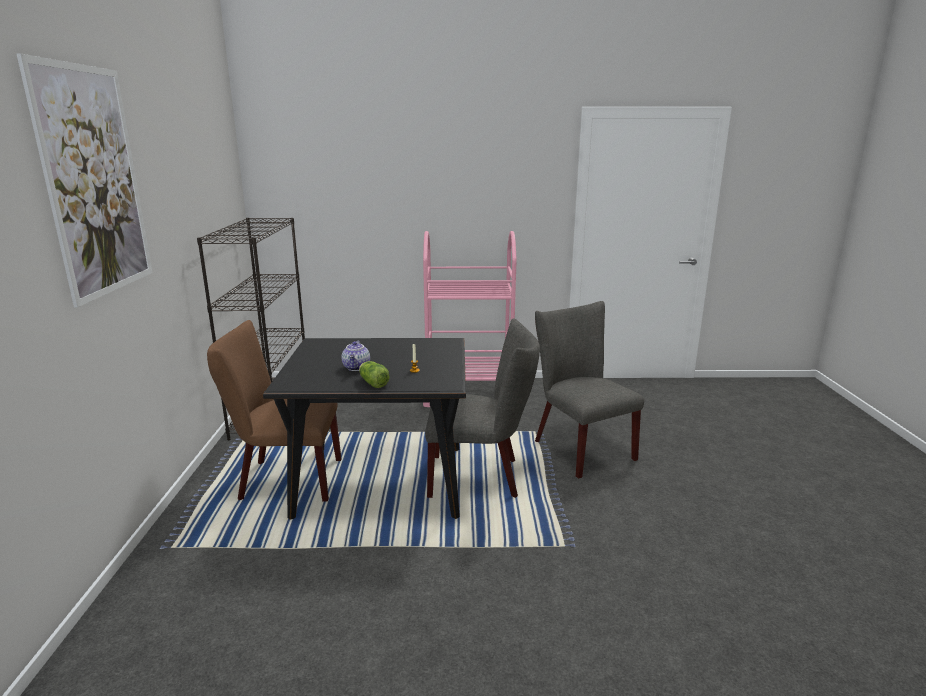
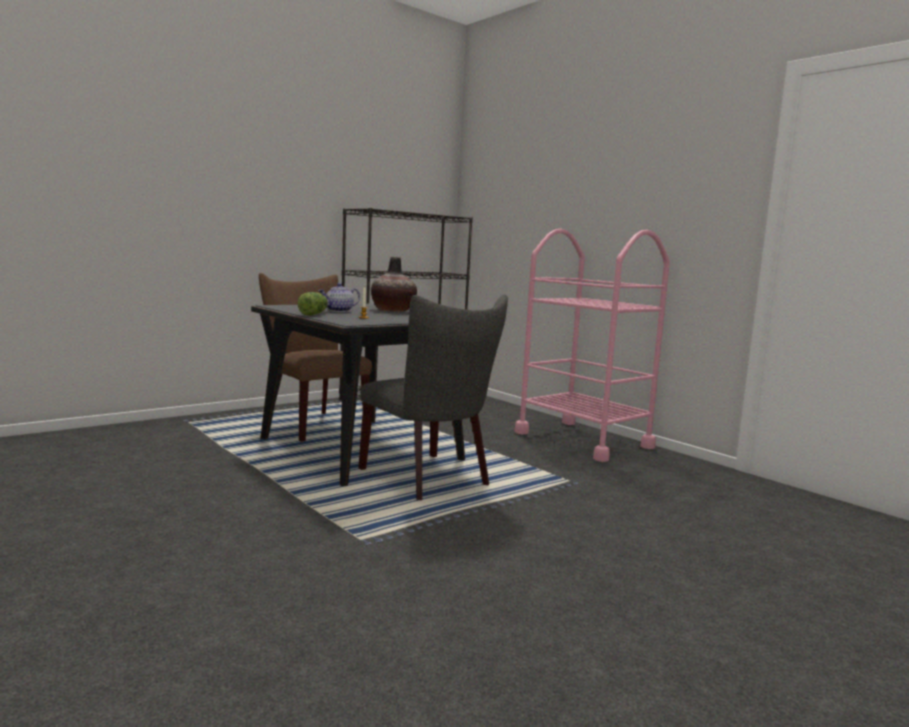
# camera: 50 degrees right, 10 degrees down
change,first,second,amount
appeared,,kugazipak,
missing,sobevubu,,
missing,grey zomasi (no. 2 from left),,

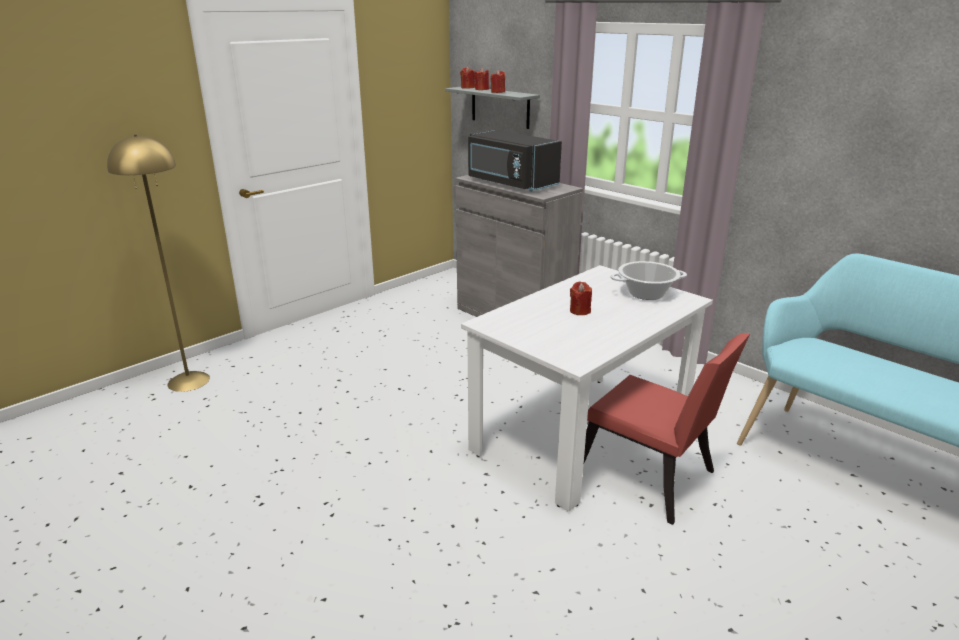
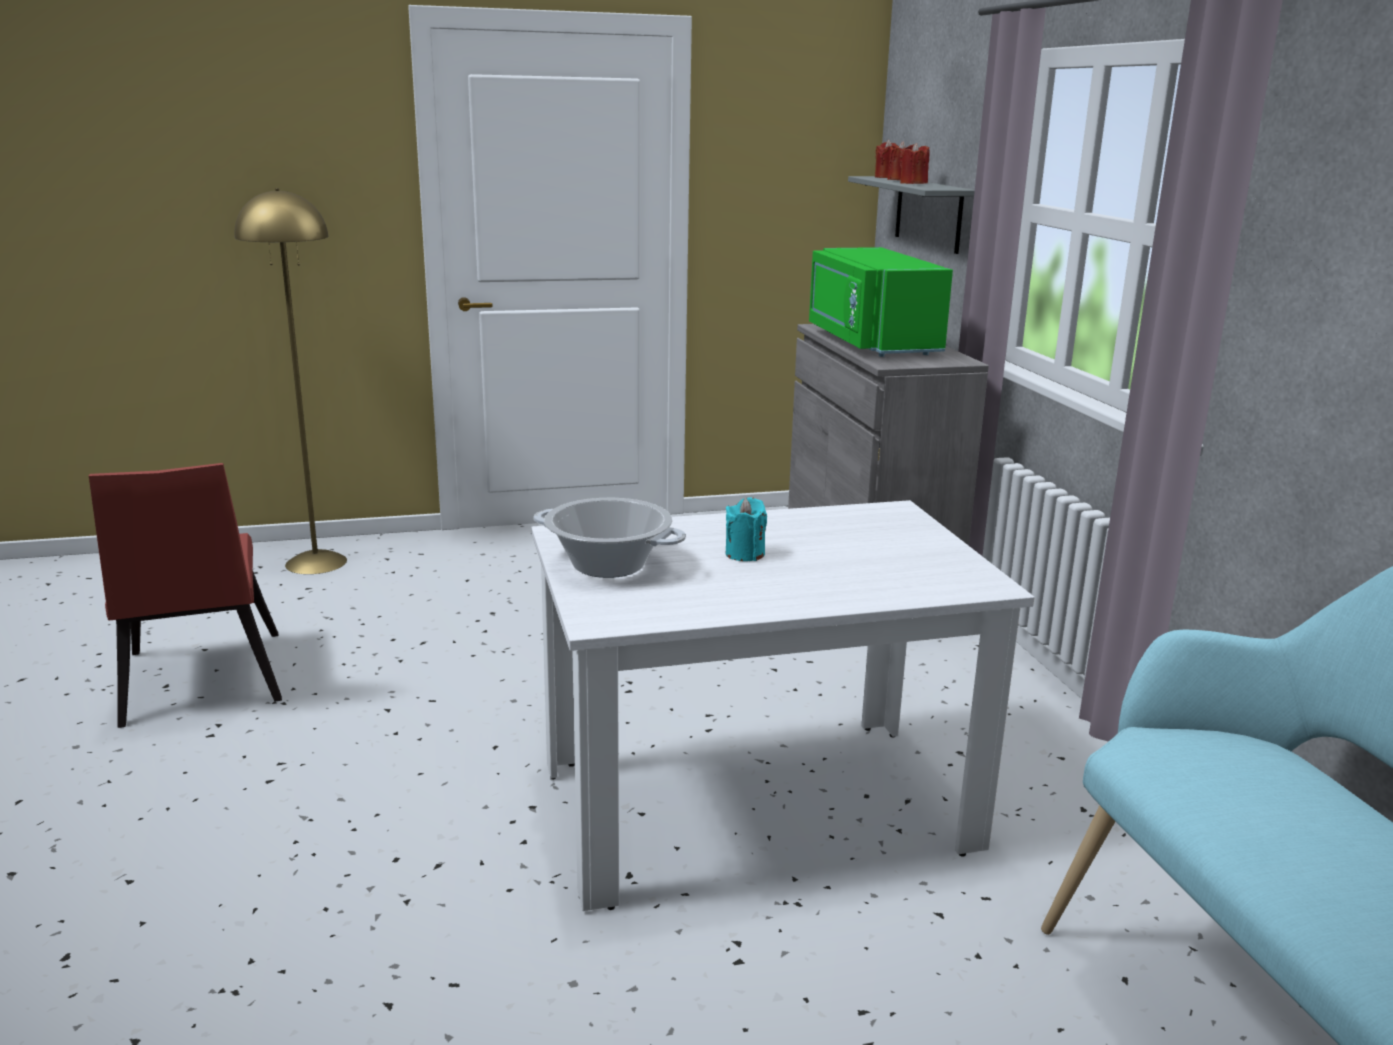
# camera: 30 degrees right, 5 degrees down
change,first,second,amount
relocated,red zomasi,,
relocated,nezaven,,
colour,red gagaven (no. 4 from left),turquoise gagaven,
colour,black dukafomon,green dukafomon,

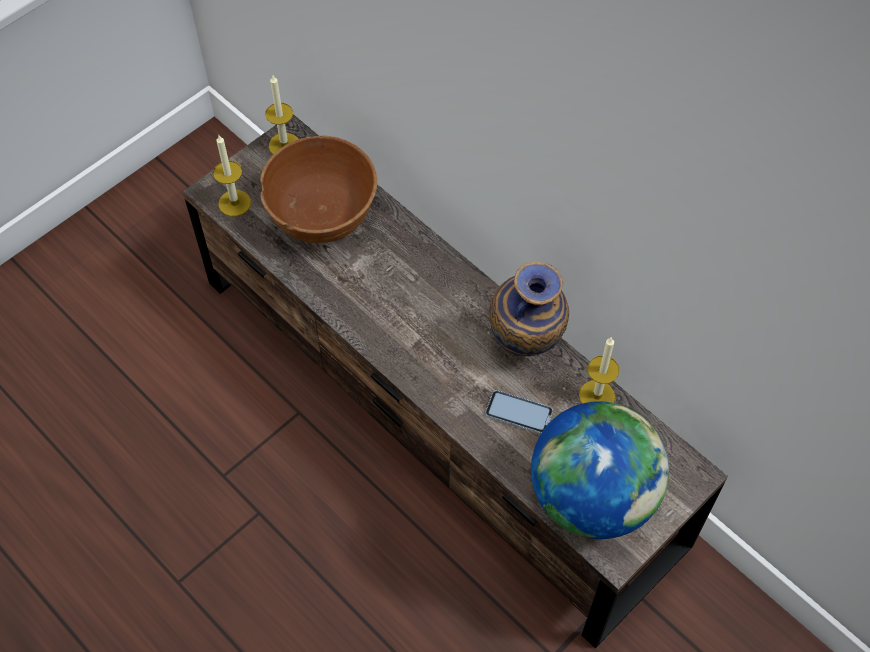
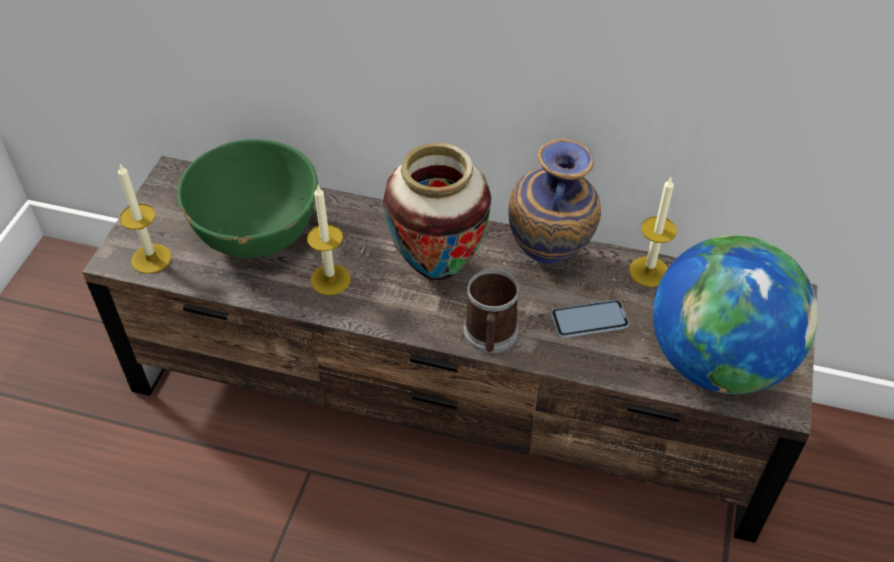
# camera: 30 degrees left, 10 degrees down
change,first,second,amount
colour,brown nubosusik,green nubosusik,
relocated,gagaven (no. 2 from left),,
appeared,,kugazipak (no. 1 from left),
appeared,,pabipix,

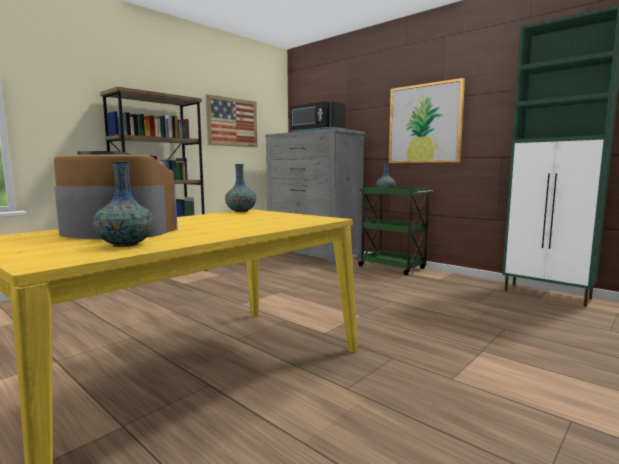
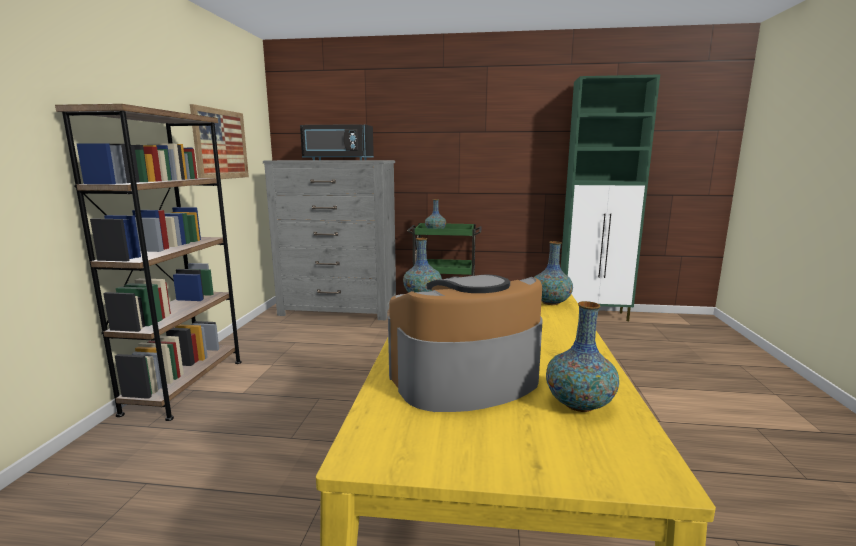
# camera: 35 degrees left, 5 degrees up
change,first,second,amount
appeared,,kugazipak (no. 3 from left),
missing,sobevubu (no. 2 from left),,

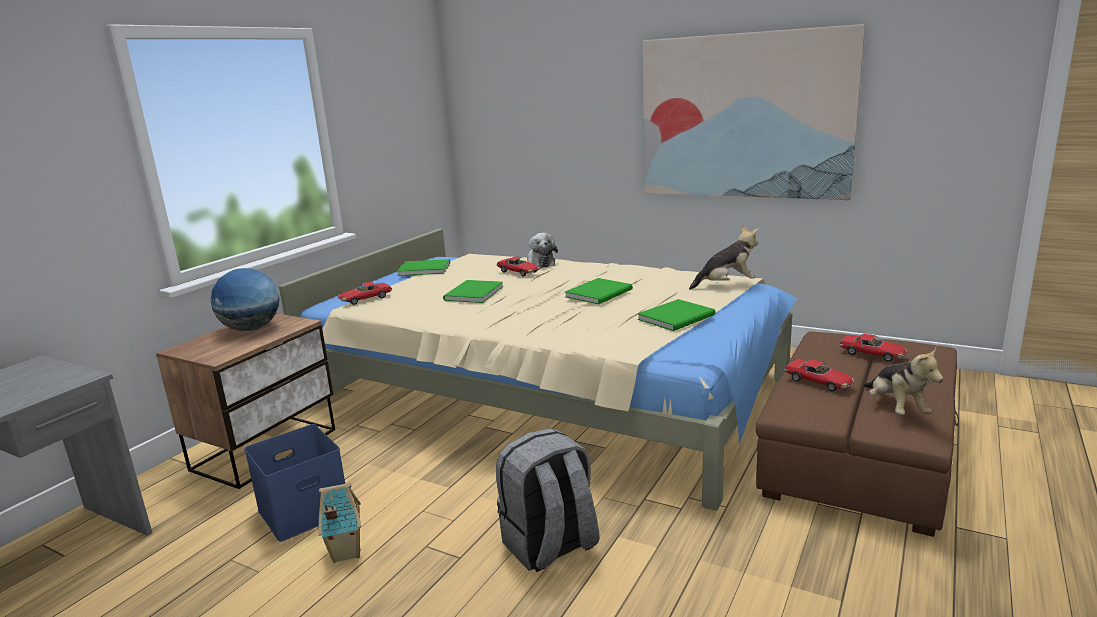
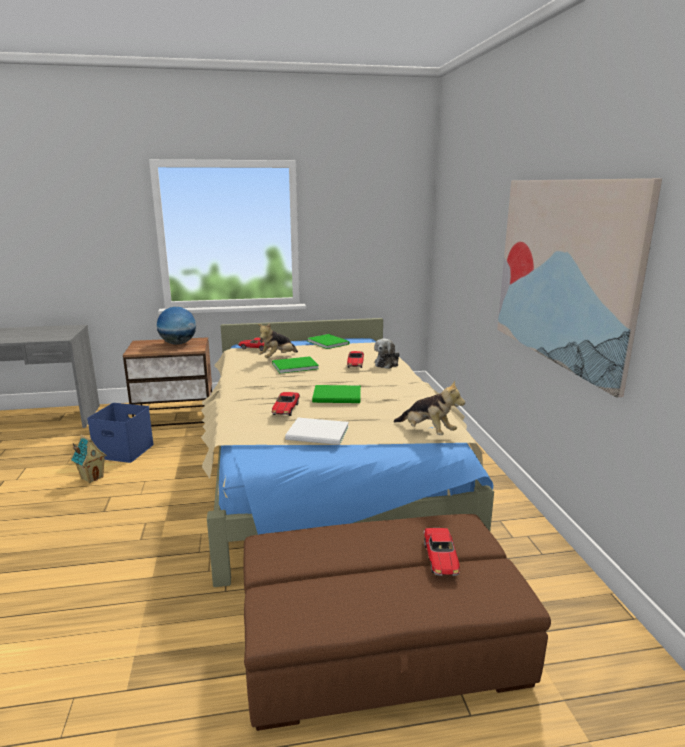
# camera: 50 degrees right, 0 degrees up
change,first,second,amount
relocated,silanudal (no. 3 from left in the first image),silanudal (no. 1 from left),
relocated,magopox (no. 3 from left in the first image),magopox (no. 2 from left),
colour,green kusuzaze (no. 4 from left),white kusuzaze,
missing,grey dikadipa,,

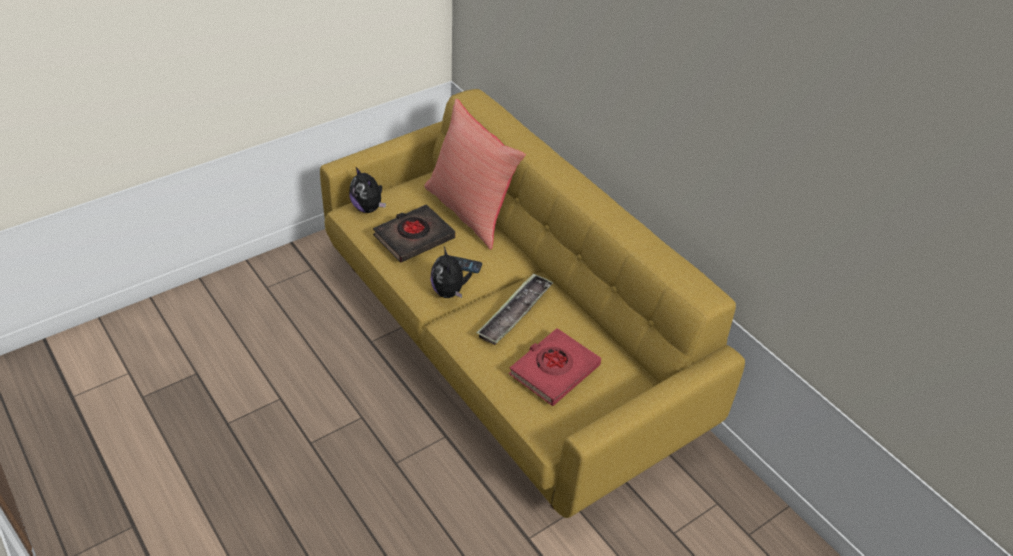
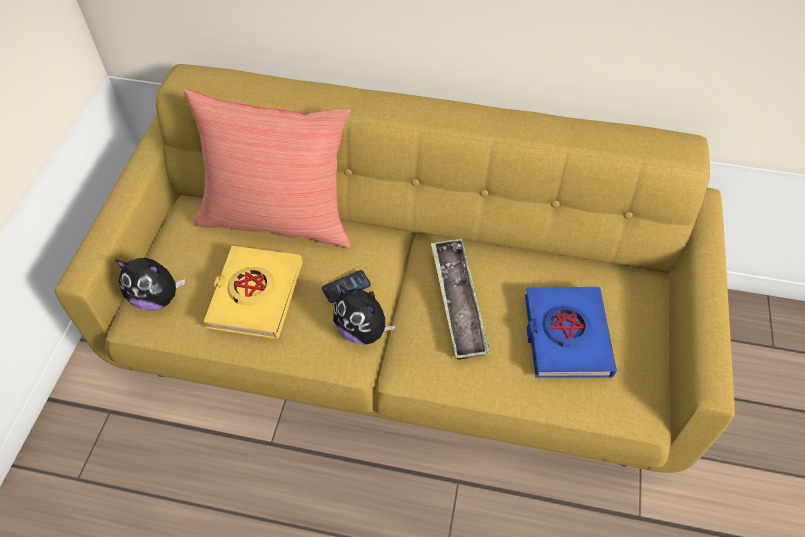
# camera: 40 degrees left, 10 degrees up
change,first,second,amount
colour,black kusuzaze,yellow kusuzaze,
colour,red kusuzaze,blue kusuzaze,

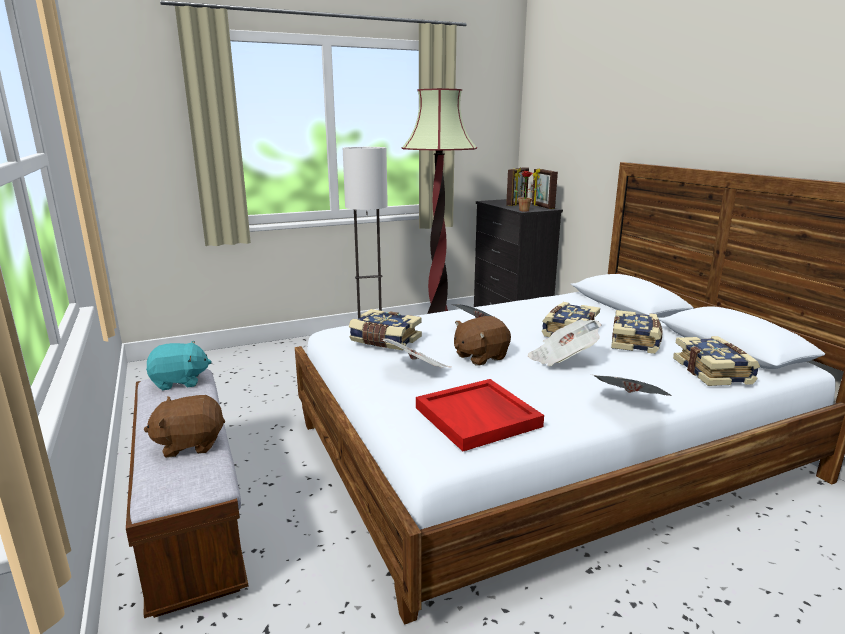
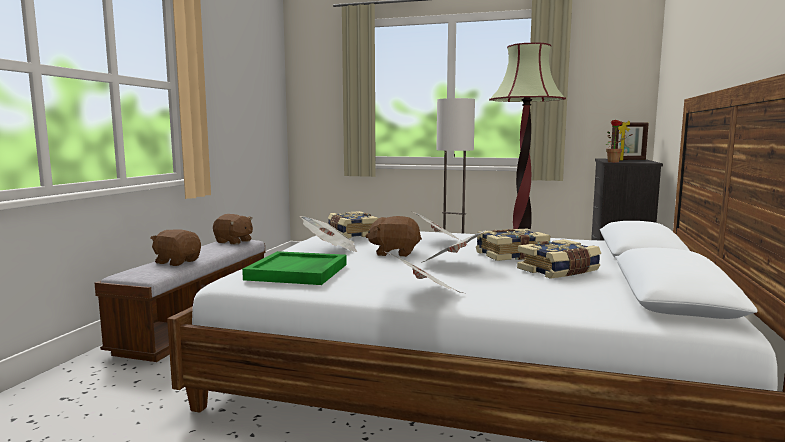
# camera: 40 degrees right, 10 degrees down
change,first,second,amount
colour,turquoise silanudal,brown silanudal (no. 2 from left),
colour,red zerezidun,green zerezidun,
missing,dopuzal (no. 2 from left),,
missing,kusuzaze (no. 4 from left),,

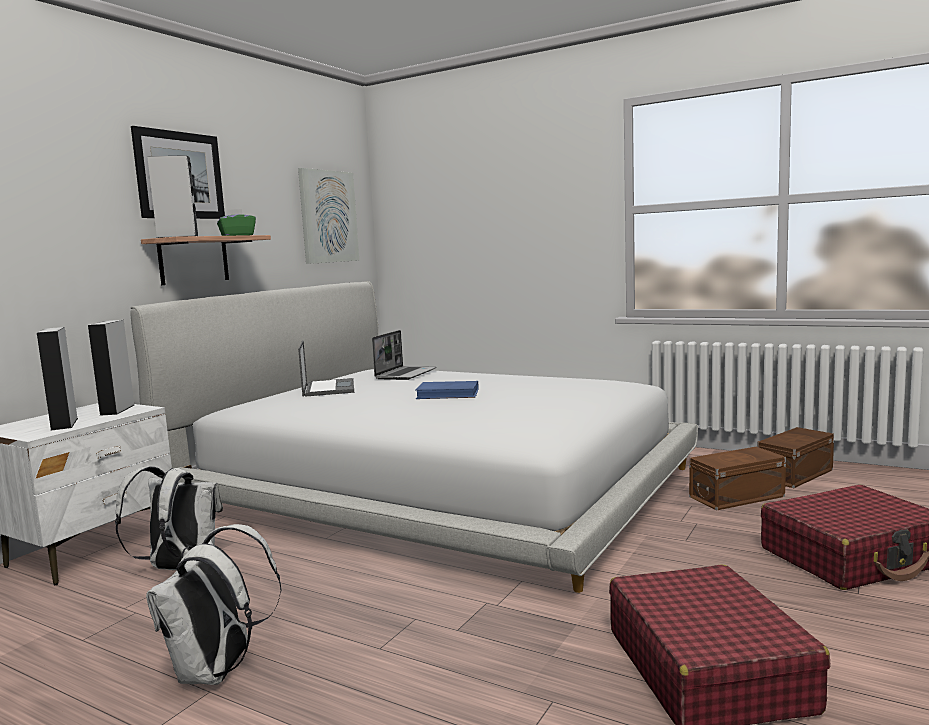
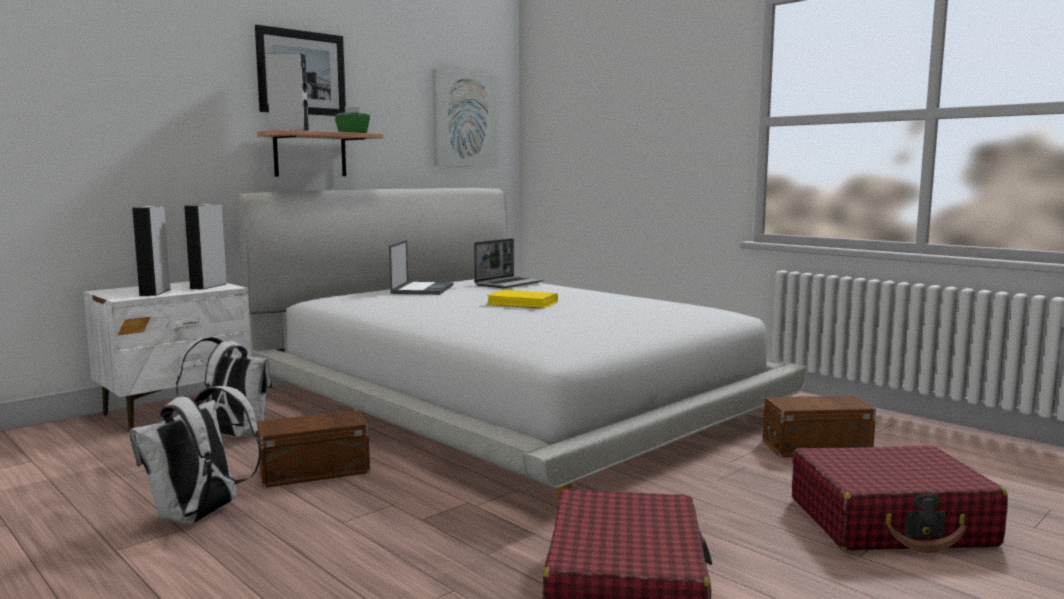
# camera: 15 degrees right, 0 degrees up
change,first,second,amount
relocated,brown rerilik (no. 2 from left in the first image),brown rerilik (no. 1 from left),
colour,blue kusuzaze,yellow kusuzaze,

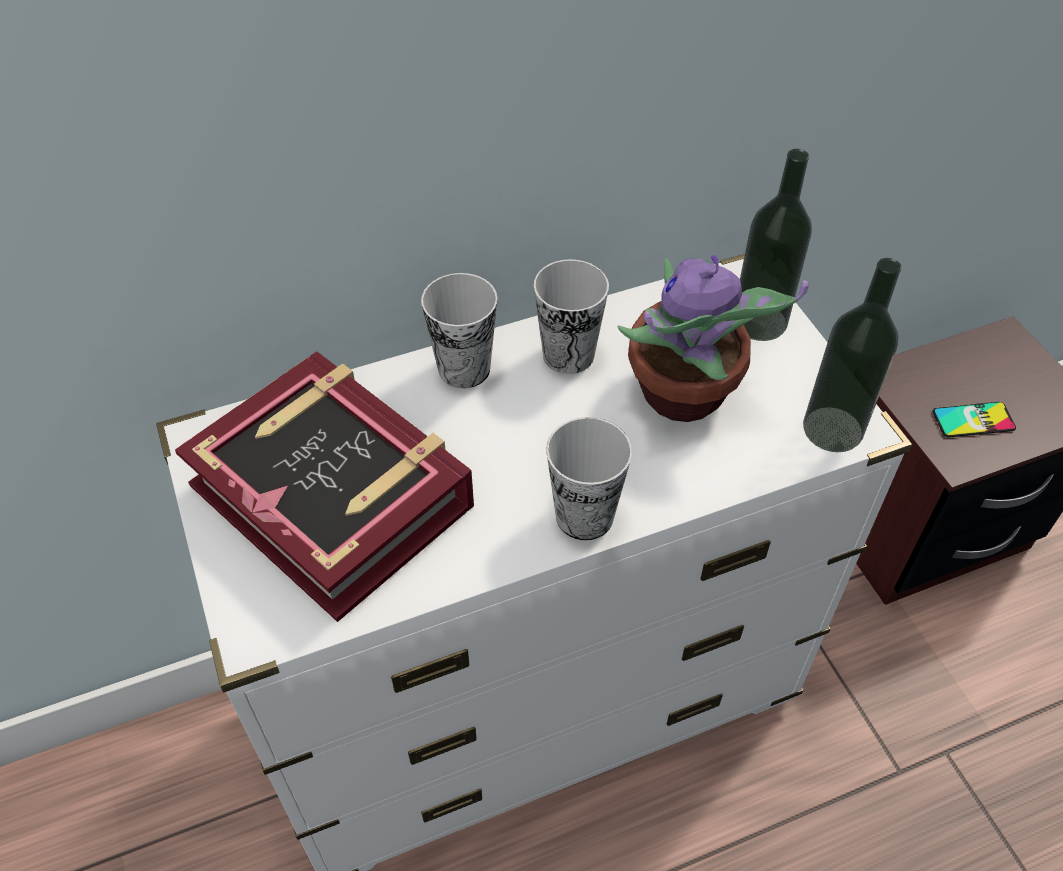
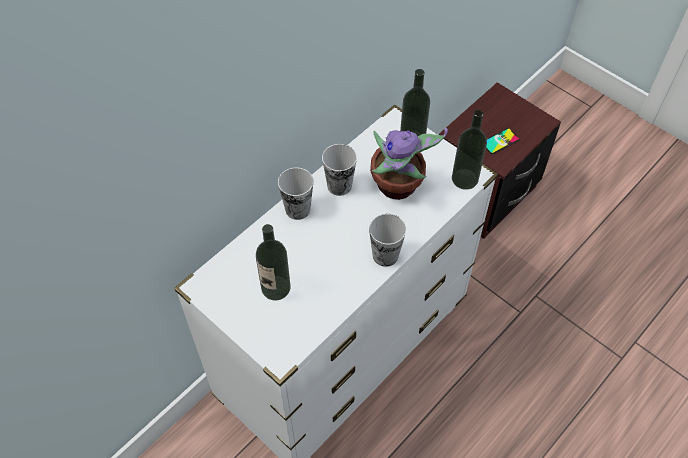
# camera: 25 degrees left, 5 degrees up
change,first,second,amount
exchanged,kusuzaze,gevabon (no. 1 from left),

